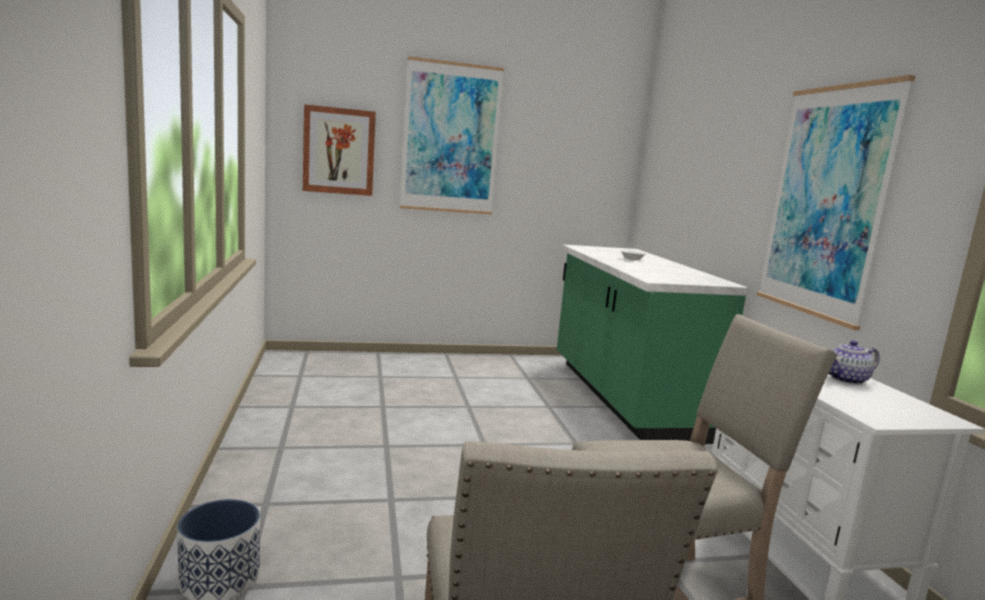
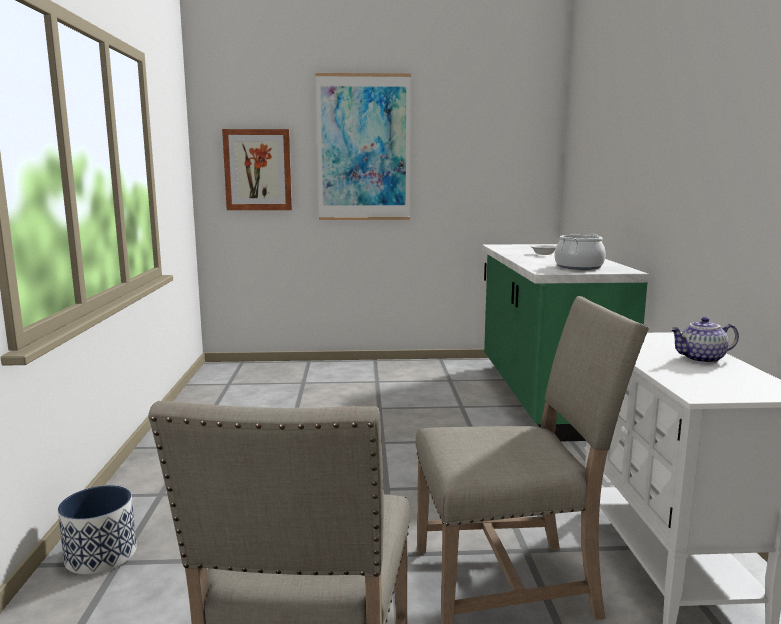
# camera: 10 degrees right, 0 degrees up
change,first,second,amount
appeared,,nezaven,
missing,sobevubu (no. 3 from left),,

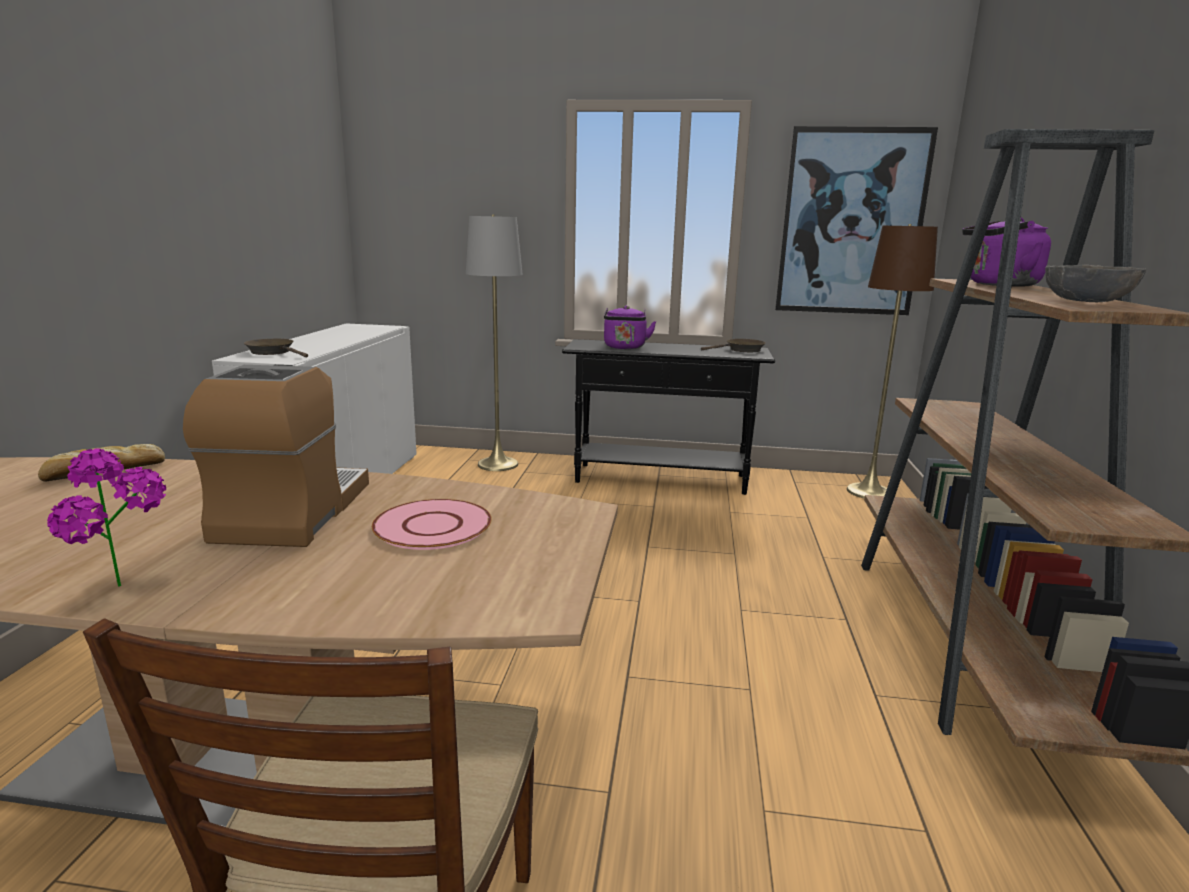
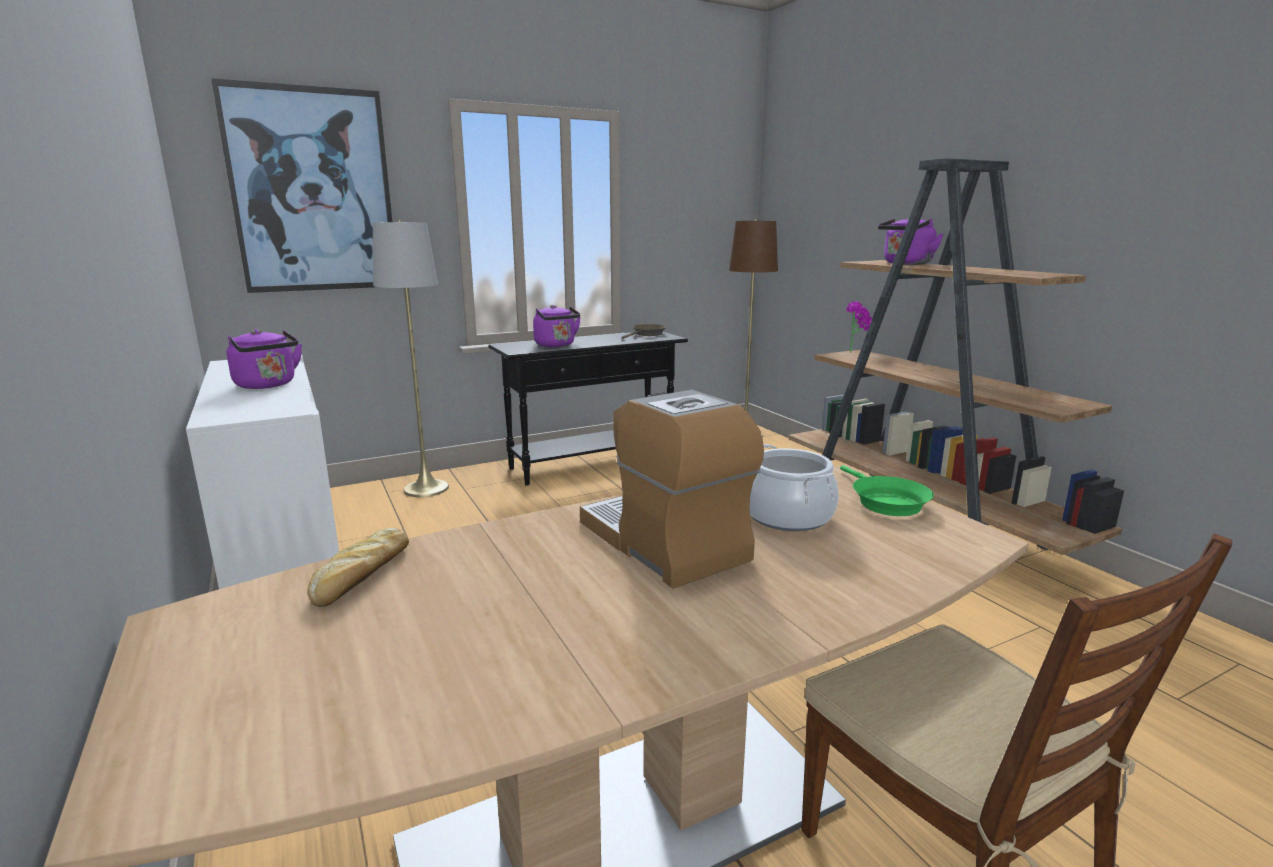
# camera: 35 degrees left, 0 degrees up
change,first,second,amount
relocated,sobevubu,,
appeared,,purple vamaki (no. 1 from left),
exchanged,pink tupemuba,nezaven,
appeared,,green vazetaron,
relocated,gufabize,,
missing,brown vazetaron (no. 1 from left),,
missing,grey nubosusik,,

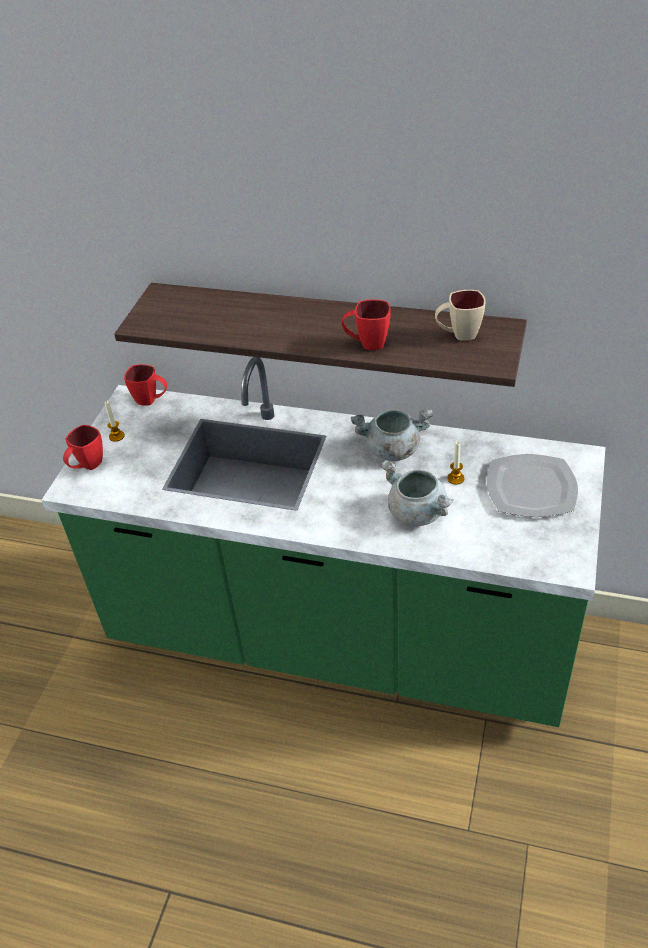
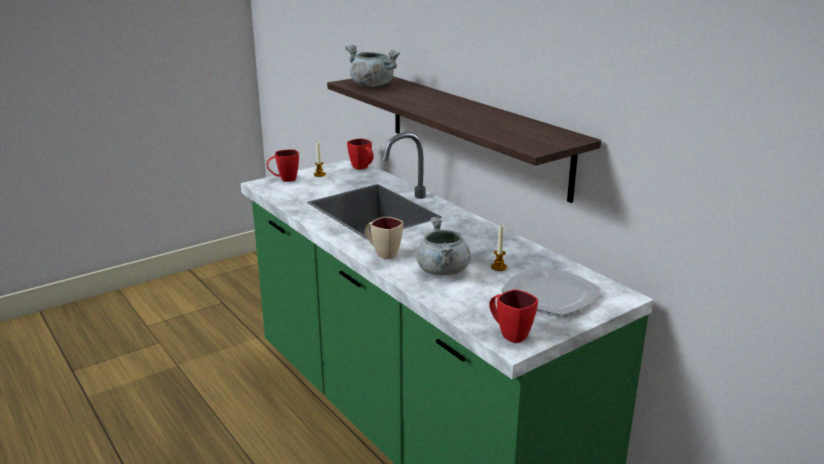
# camera: 35 degrees right, 20 degrees down
change,first,second,amount
relocated,grey nezaven (no. 1 from left),,
relocated,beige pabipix,,
relocated,red pabipix (no. 3 from left),,

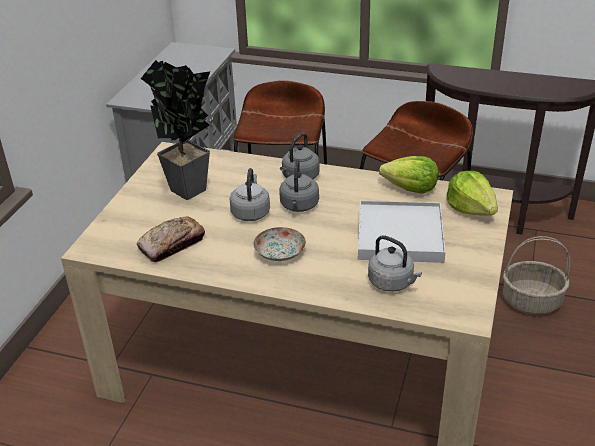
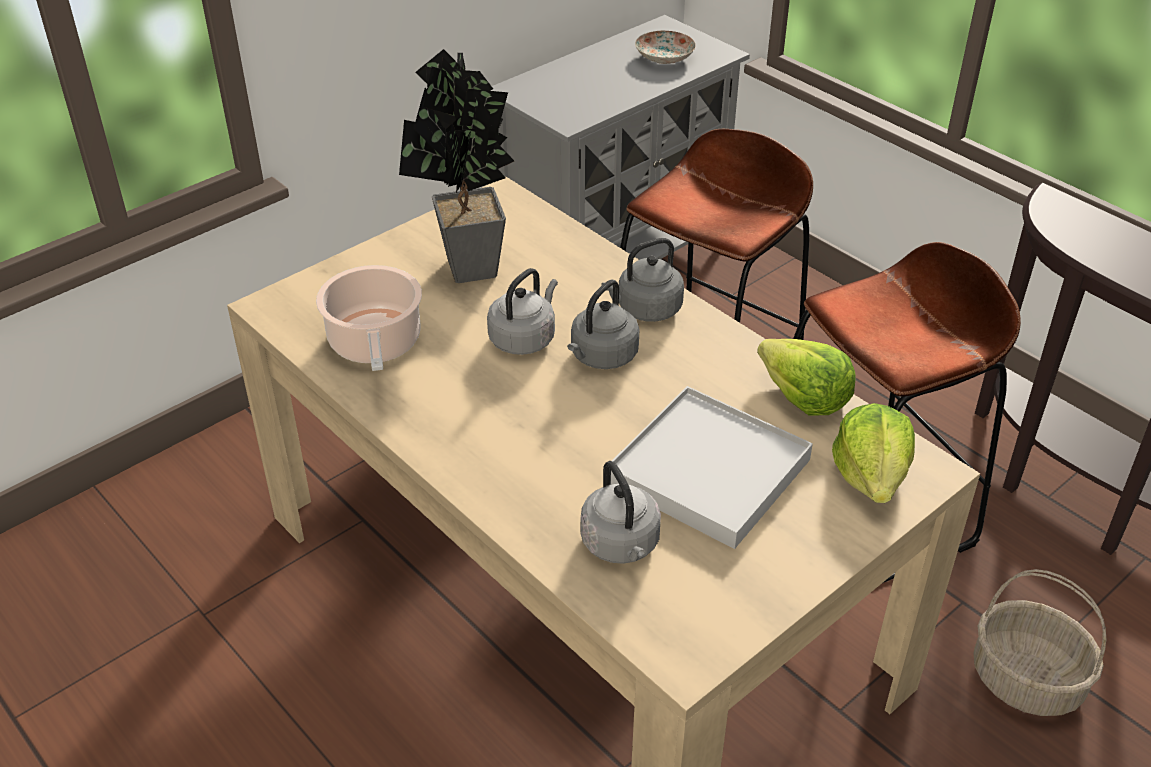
# camera: 30 degrees right, 5 degrees up
change,first,second,amount
exchanged,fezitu,nezaven,
relocated,tupemuba,,

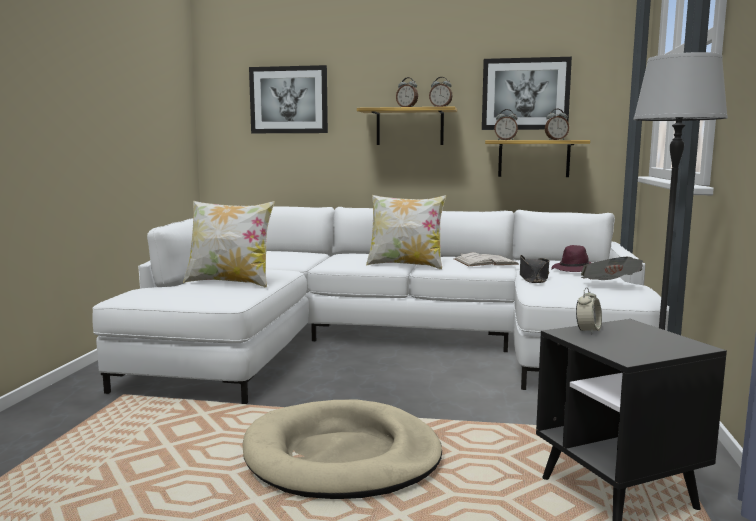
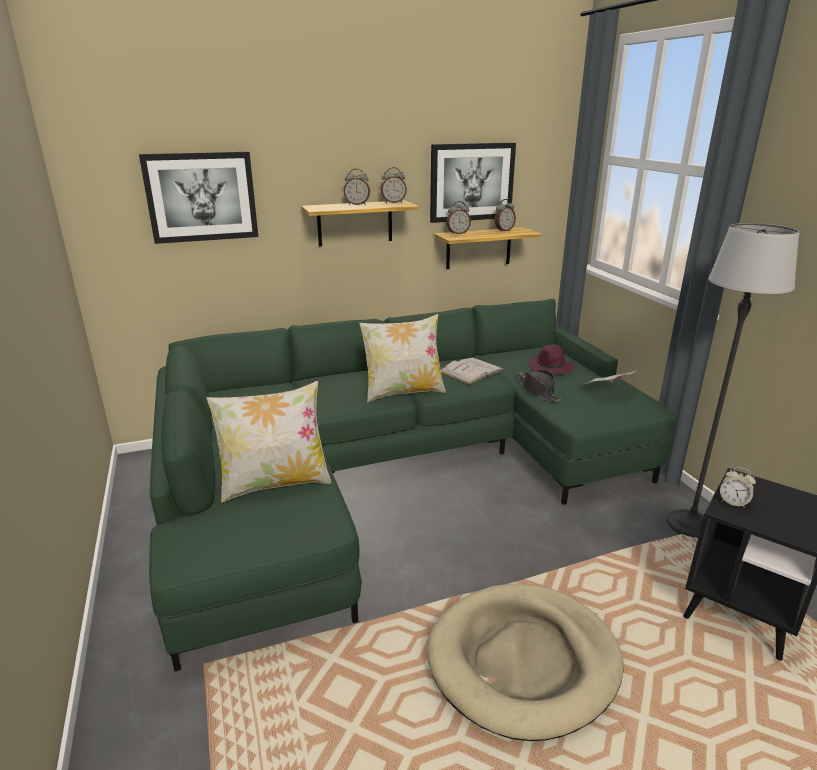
# camera: 30 degrees left, 15 degrees up
change,first,second,amount
colour,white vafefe,green vafefe,
spun,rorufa (no. 5 from left),,120 degrees clockwise

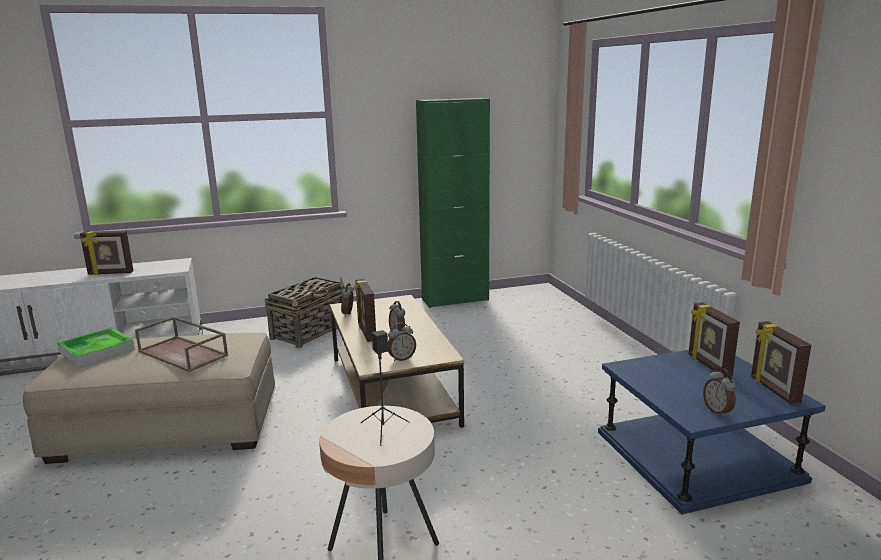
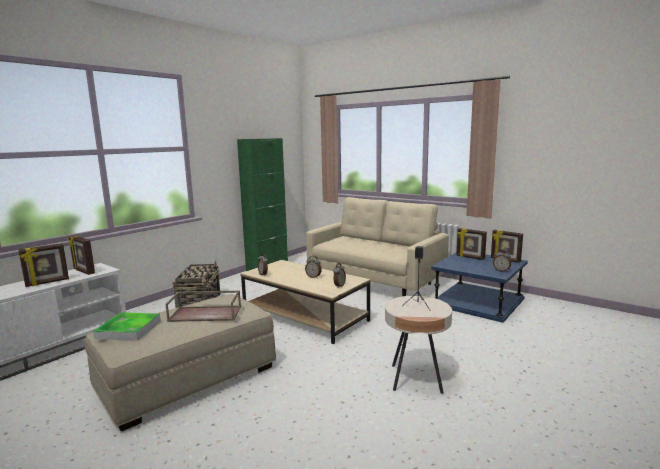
# camera: 35 degrees left, 5 degrees down
change,first,second,amount
relocated,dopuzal (no. 2 from left),,
appeared,,beige vafefe,

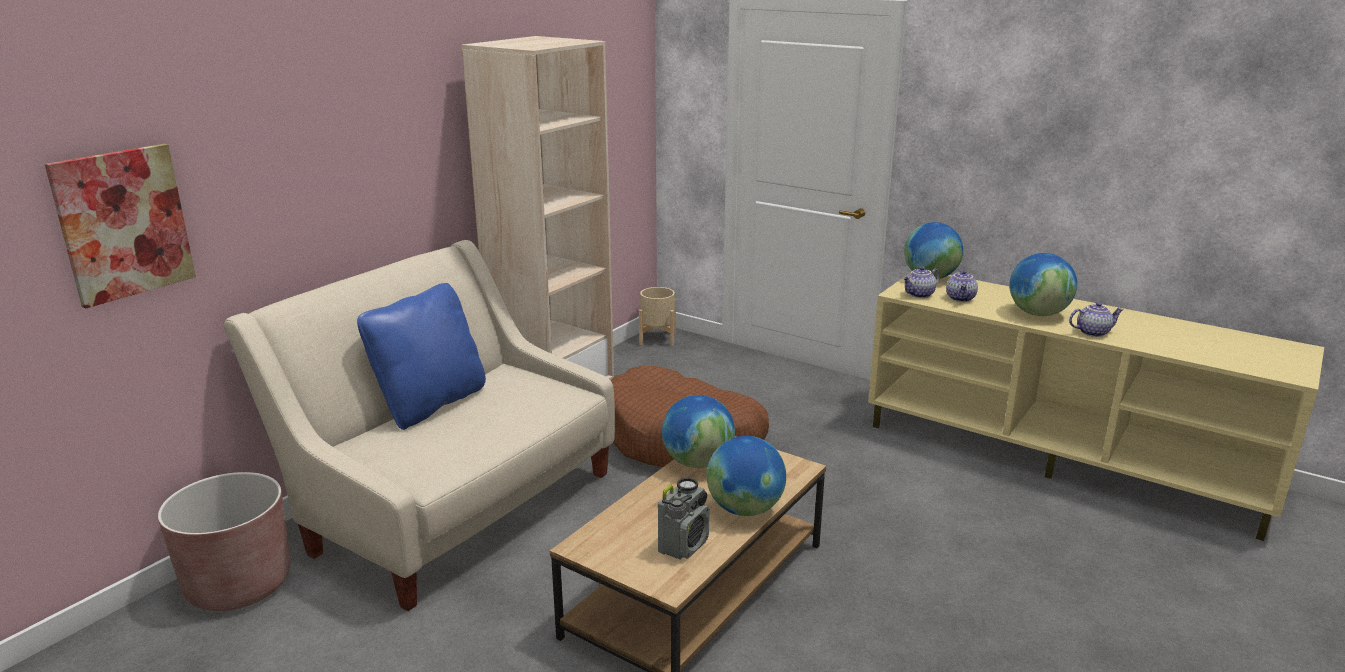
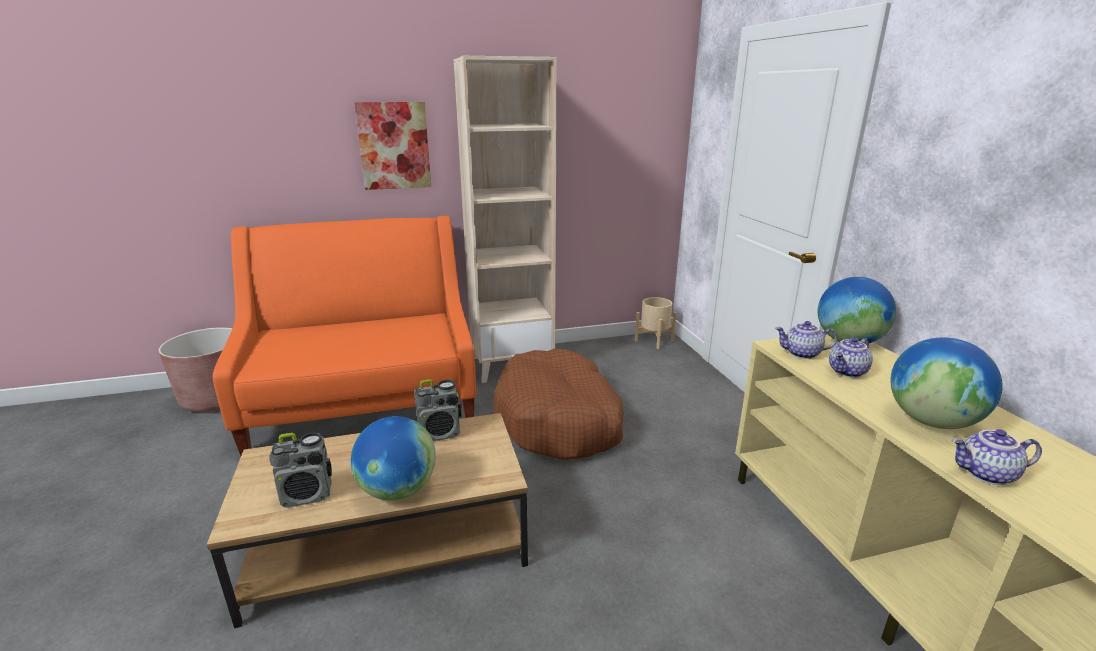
# camera: 40 degrees right, 0 degrees up
change,first,second,amount
colour,beige vafefe,orange vafefe,
relocated,sobevubu,,
exchanged,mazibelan (no. 1 from left),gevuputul (no. 2 from left),
spun,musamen (no. 3 from left),,150 degrees clockwise
missing,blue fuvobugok,,

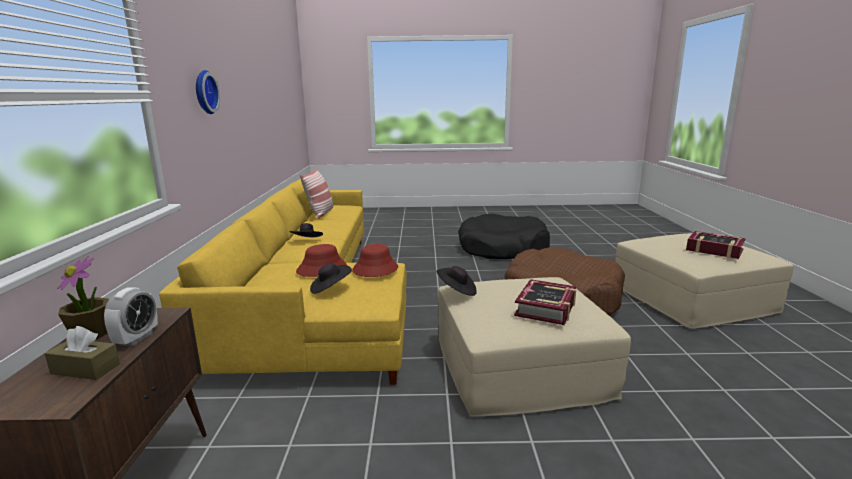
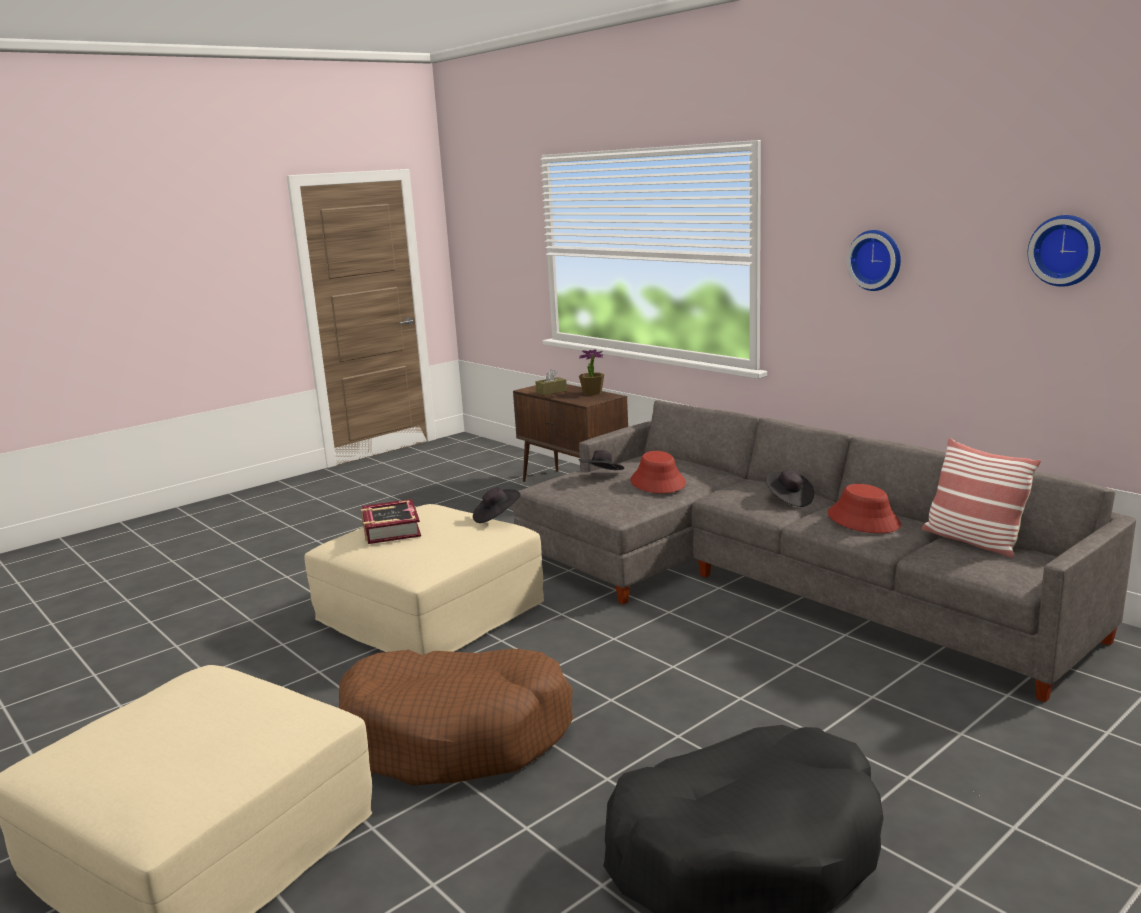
# camera: 140 degrees right, 0 degrees up
change,first,second,amount
colour,yellow vafefe,grey vafefe,
relocated,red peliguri (no. 2 from left),,
appeared,,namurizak (no. 2 from left),
missing,rorufa,,
missing,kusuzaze (no. 2 from left),,

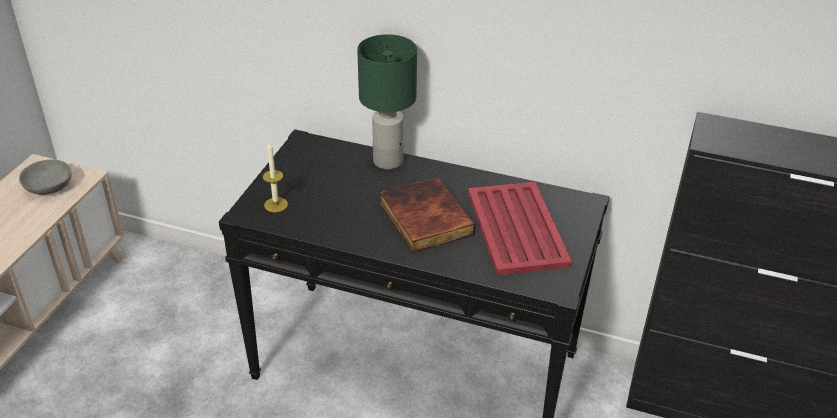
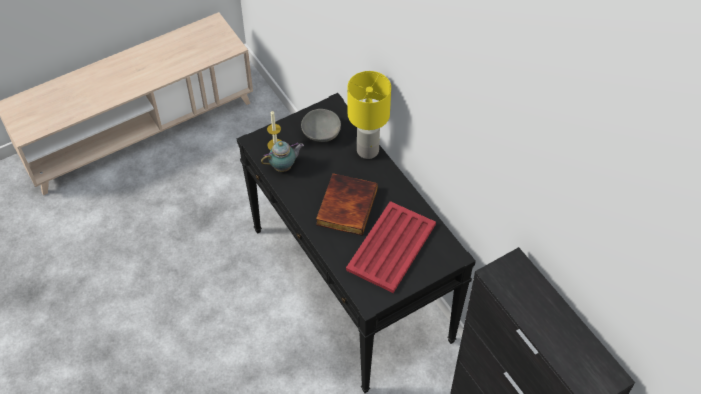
# camera: 40 degrees right, 15 degrees up
change,first,second,amount
appeared,,musamen,
relocated,grey nubosusik,,
colour,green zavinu,yellow zavinu,

